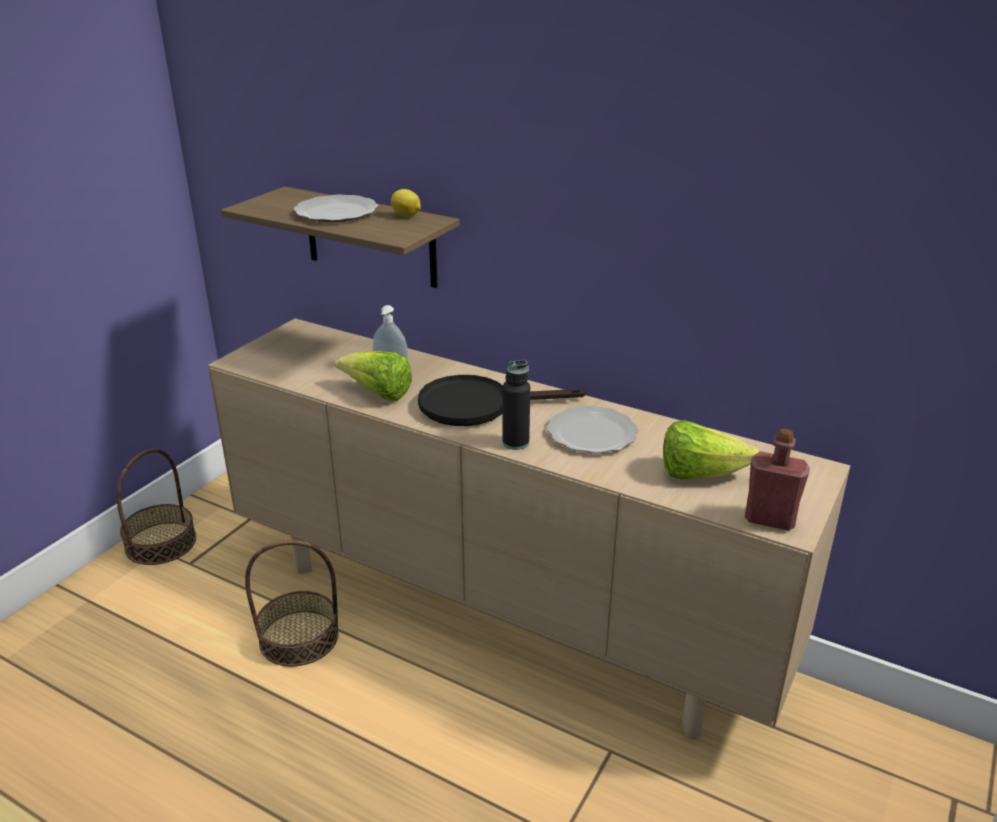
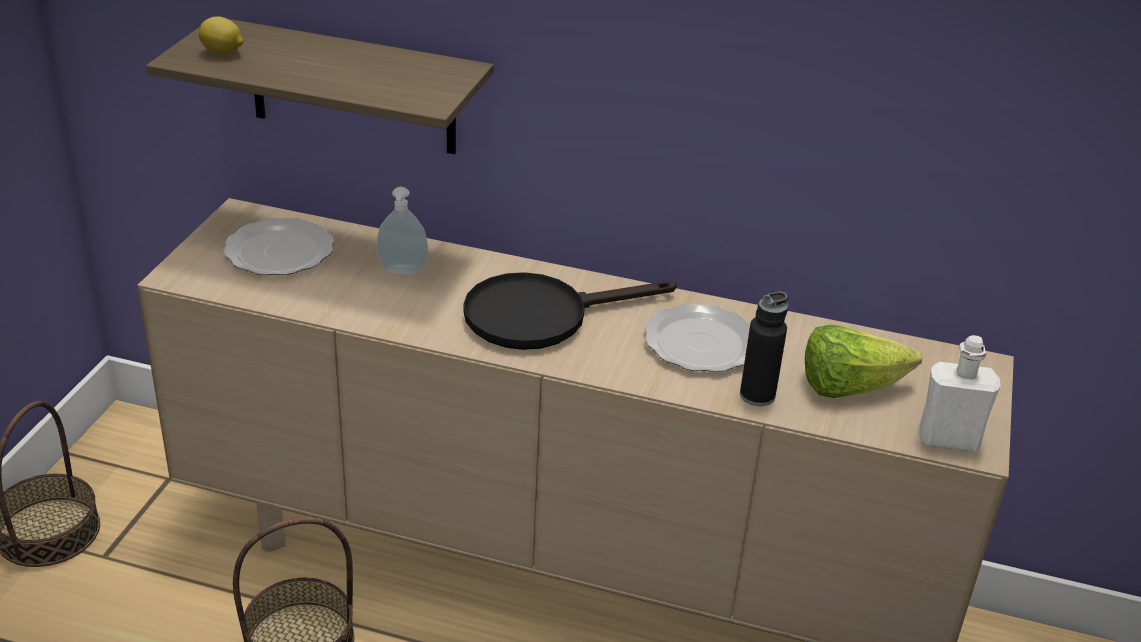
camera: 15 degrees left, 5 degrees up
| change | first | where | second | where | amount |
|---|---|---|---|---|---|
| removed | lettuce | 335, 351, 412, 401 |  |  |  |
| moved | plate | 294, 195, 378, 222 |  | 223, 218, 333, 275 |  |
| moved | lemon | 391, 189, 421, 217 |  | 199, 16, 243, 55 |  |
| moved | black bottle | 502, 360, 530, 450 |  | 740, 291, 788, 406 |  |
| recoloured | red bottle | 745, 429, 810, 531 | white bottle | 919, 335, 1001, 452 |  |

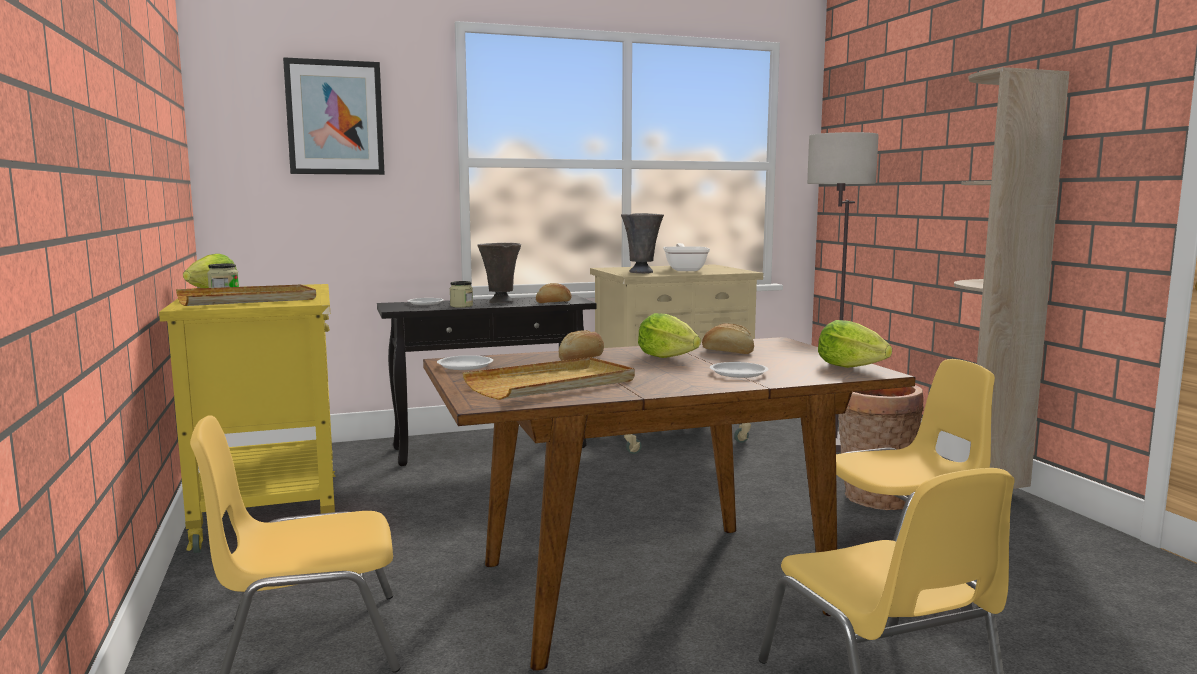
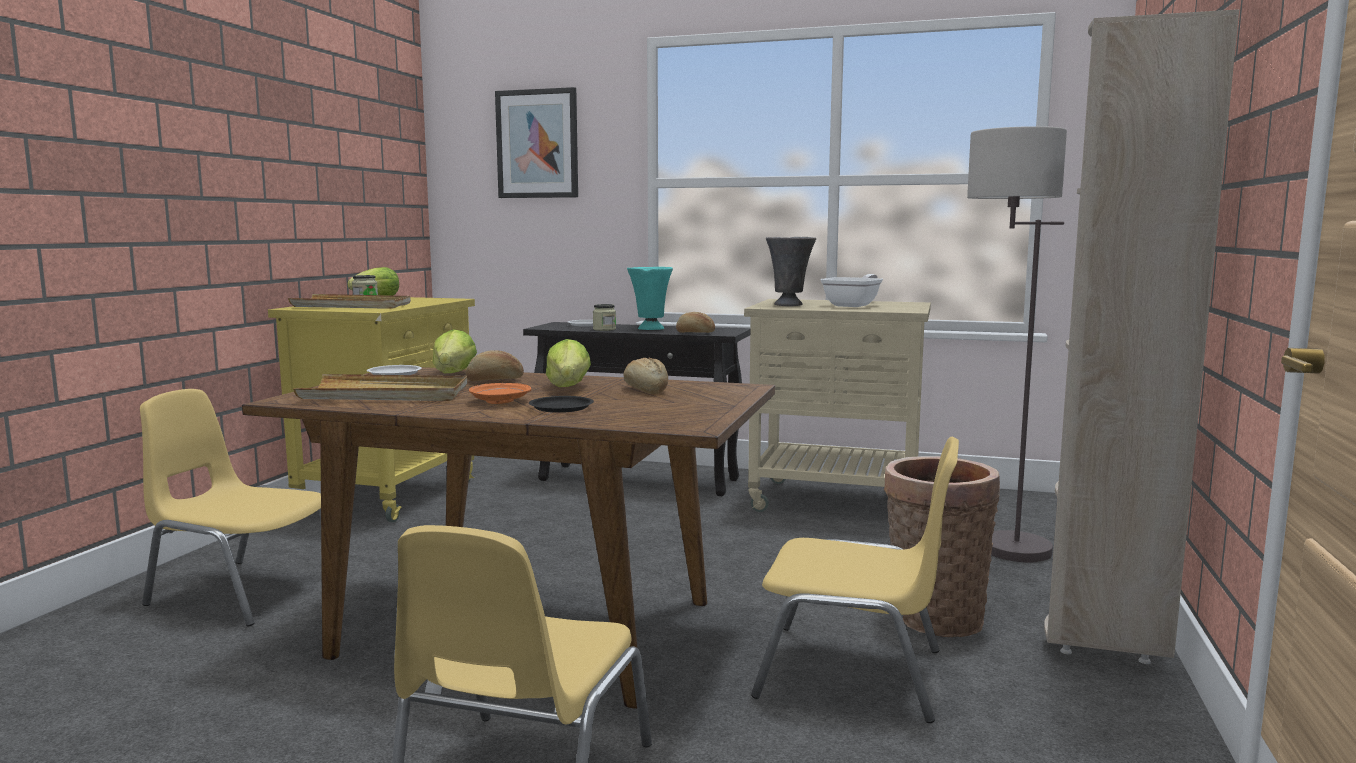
camera: 35 degrees right, 0 degrees up
| change | first | where | second | where | amount |
|---|---|---|---|---|---|
| added |  |  | orange plate | 469, 383, 531, 404 |  |
| moved | lettuce | 818, 320, 892, 368 |  | 433, 329, 477, 373 |  |
| recoloured | grey vase | 477, 243, 521, 304 | turquoise vase | 627, 267, 673, 330 |  |
| recoloured | white plate | 710, 362, 769, 378 | black plate | 529, 396, 594, 413 |  |

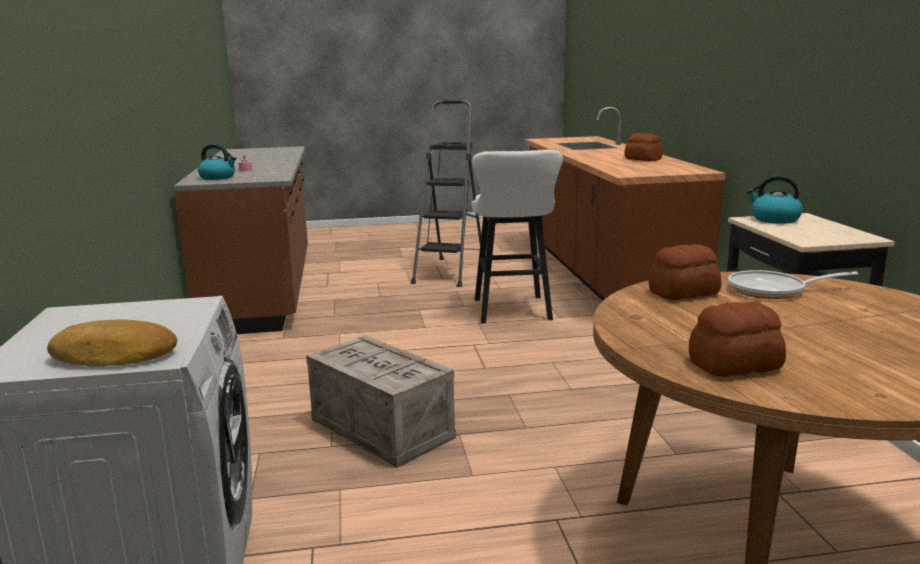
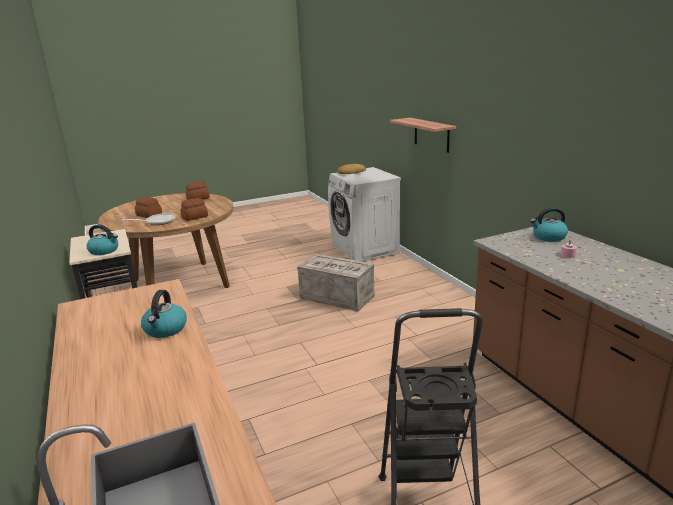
camera: 165 degrees right, 5 degrees up
| change | first | where | second | where | amount |
|---|---|---|---|---|---|
| removed | white stool | 471, 149, 563, 323 |  |  |  |
| added |  |  | kettle | 141, 290, 187, 338 |  |
| added |  |  | shelf | 390, 118, 456, 153 |  |
| moved | bread | 624, 133, 662, 161 |  | 135, 197, 162, 218 |  |

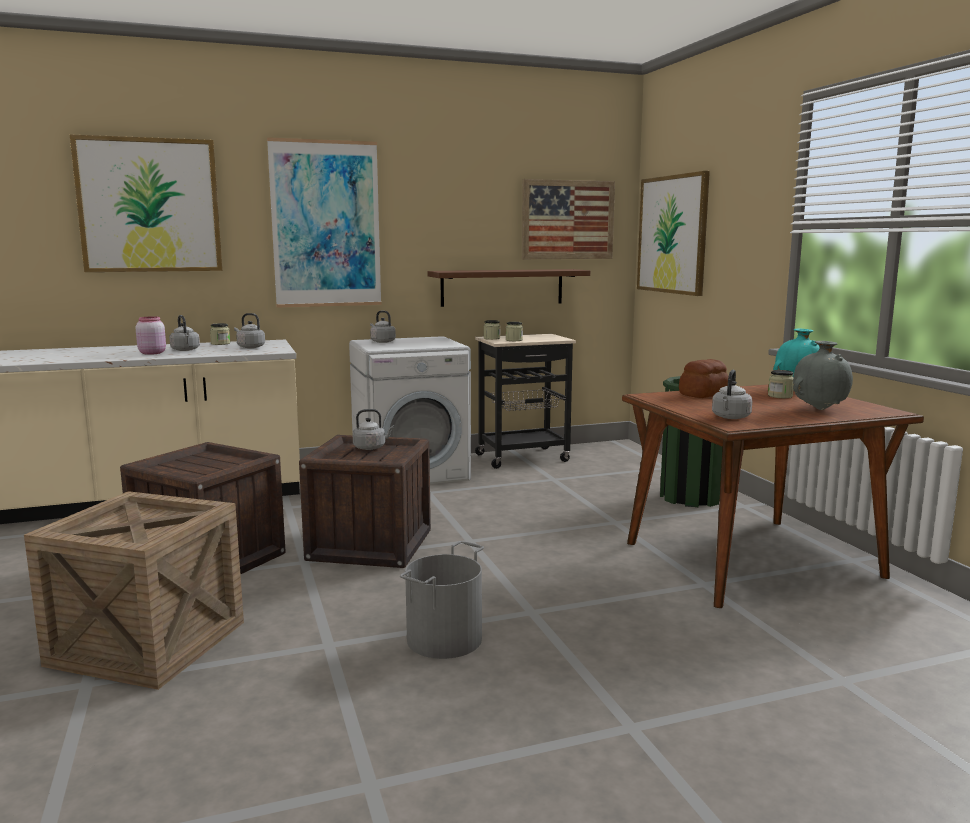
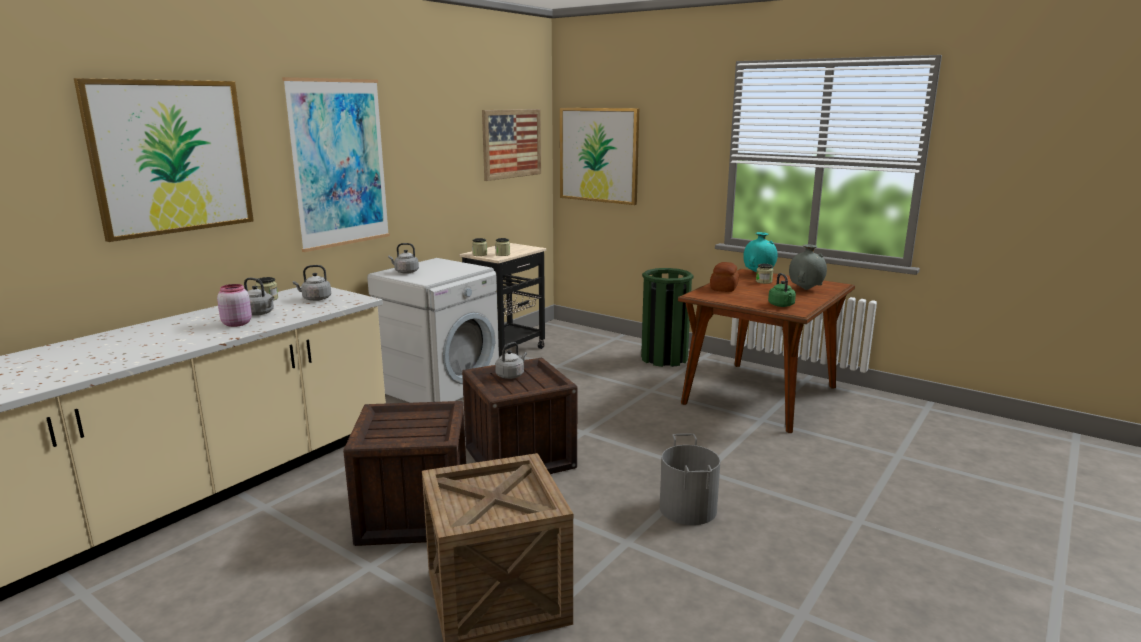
camera: 35 degrees left, 5 degrees up
| change | first | where | second | where | amount |
|---|---|---|---|---|---|
| removed | brown shelf | 428, 269, 590, 307 |  |  |  |
| recoloured | grey kettle | 712, 370, 752, 419 | green kettle | 768, 273, 796, 307 |  |

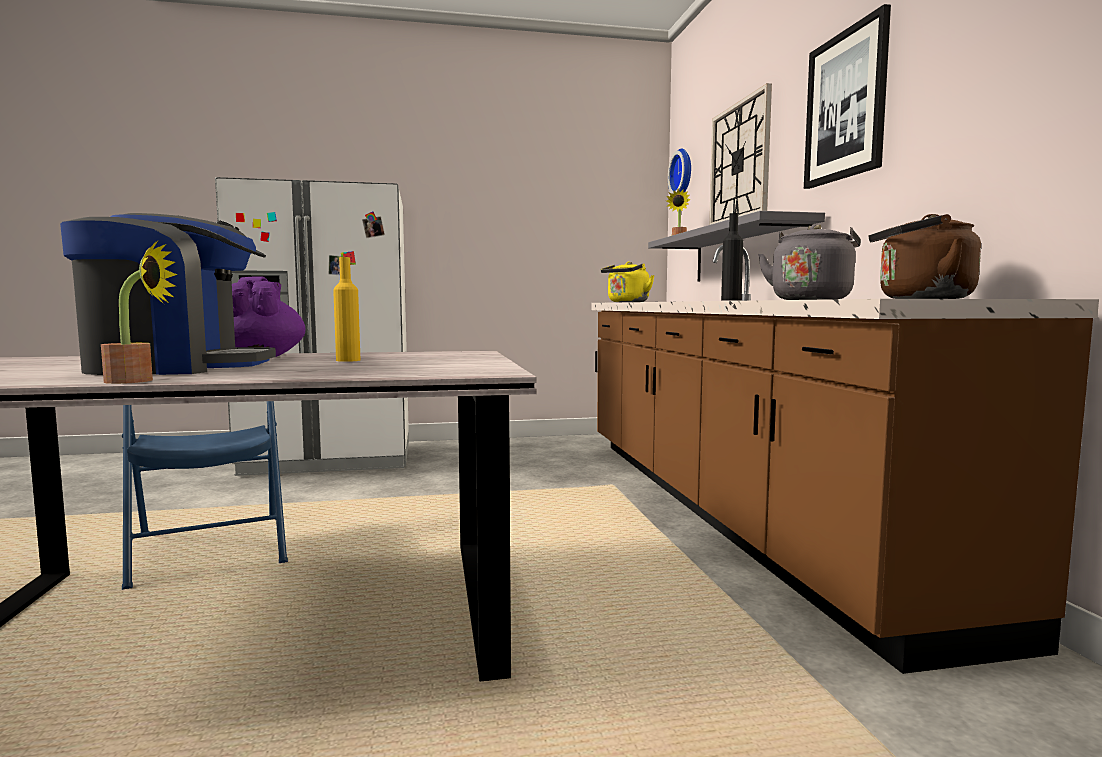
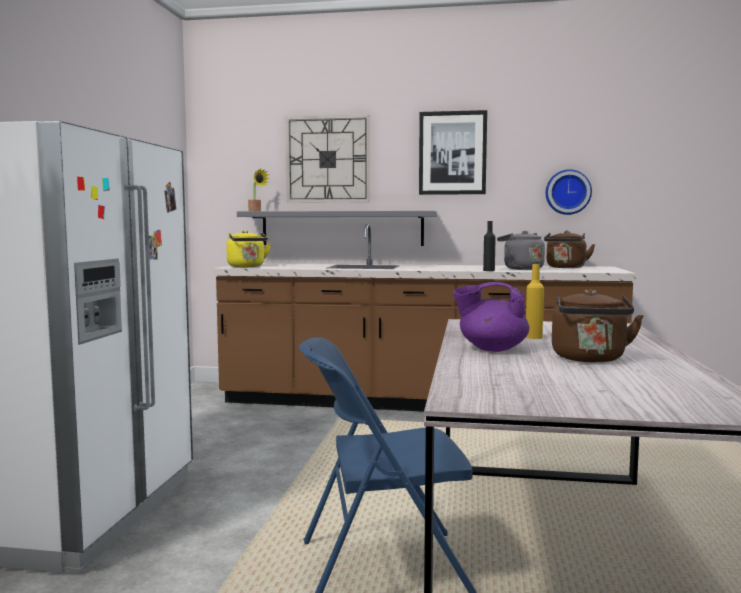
camera: 70 degrees left, 0 degrees up
| change | first | where | second | where | amount |
|---|---|---|---|---|---|
| removed | potted plant | 101, 240, 178, 384 |  |  |  |
| moved | wall clock | 668, 148, 691, 194 |  | 546, 169, 592, 215 |  |
| replaced | coffee machine | 60, 213, 276, 375 | brown kettle | 552, 289, 644, 363 |  |

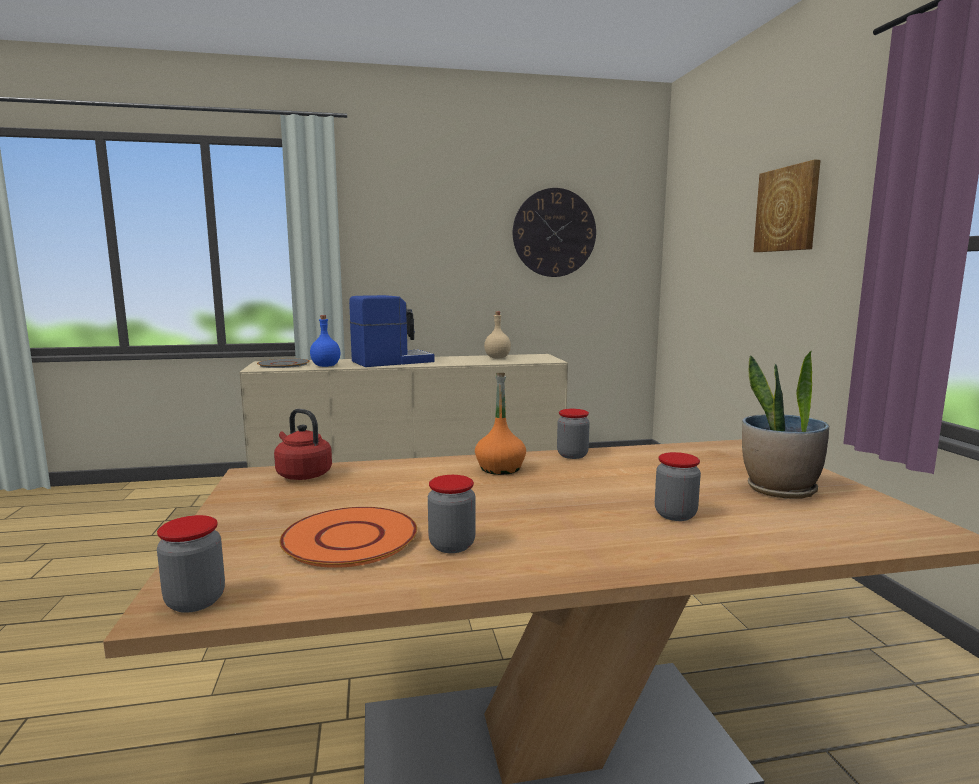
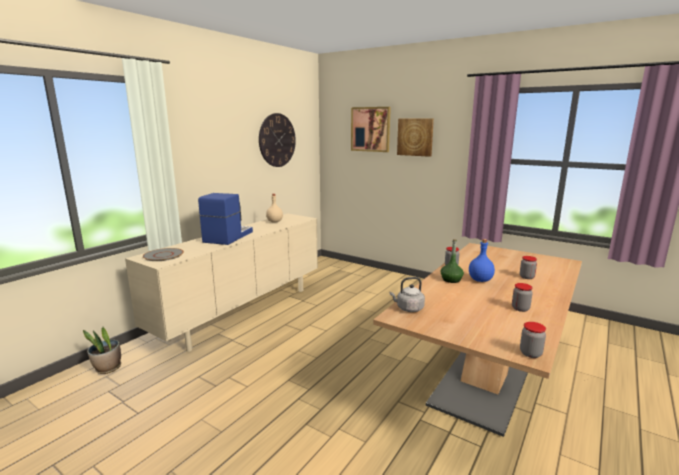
camera: 45 degrees left, 5 degrees up
| change | first | where | second | where | amount |
|---|---|---|---|---|---|
| removed | orange plate | 280, 507, 417, 568 |  |  |  |
| added |  |  | picture | 351, 107, 391, 152 |  |
| moved | blue bottle | 310, 315, 340, 367 |  | 469, 239, 495, 282 |  |
| moved | potted plant | 742, 350, 829, 499 |  | 83, 327, 121, 374 |  |
| recoloured | red kettle | 274, 409, 332, 480 | grey kettle | 390, 277, 425, 312 |  |
| recoloured | orange bottle | 475, 373, 526, 475 | green bottle | 441, 239, 464, 283 |  |

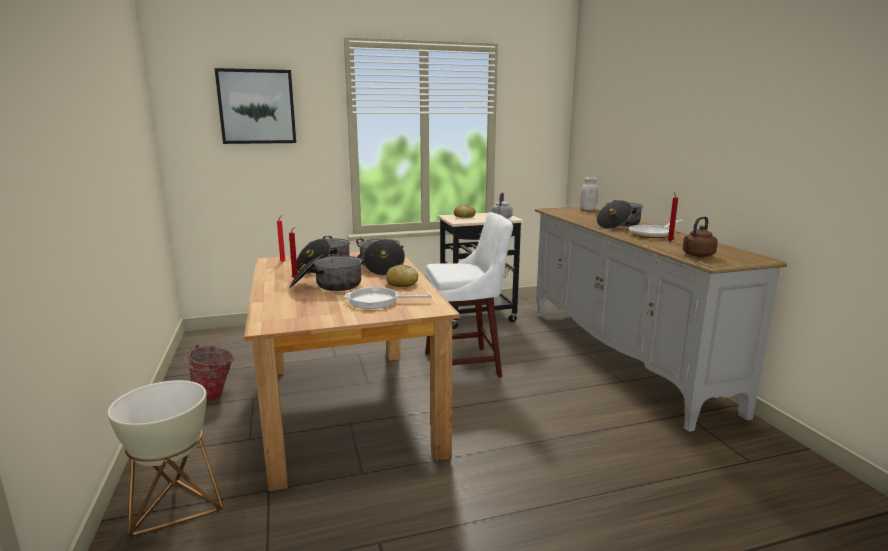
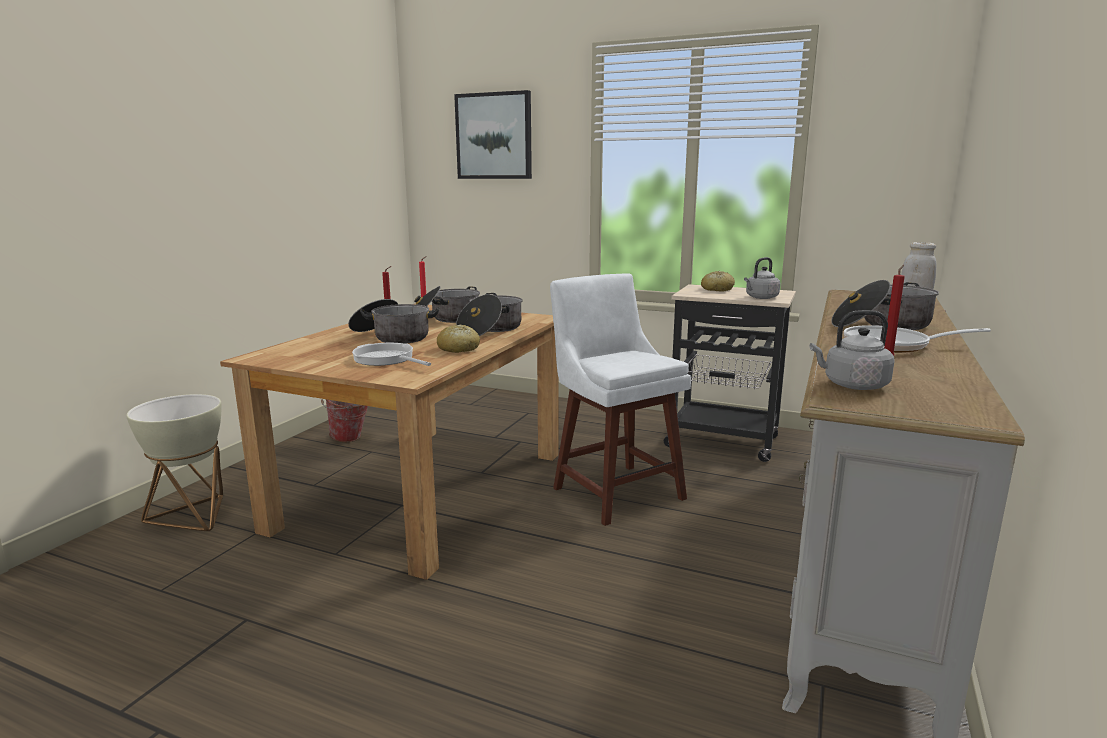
camera: 40 degrees right, 0 degrees up
| change | first | where | second | where | amount |
|---|---|---|---|---|---|
| recoloured | brown kettle | 682, 216, 718, 257 | grey kettle | 810, 310, 895, 390 |  |
| turned | white chair | 425, 212, 513, 377 |  | 550, 273, 691, 526 | 150 degrees counterclockwise |

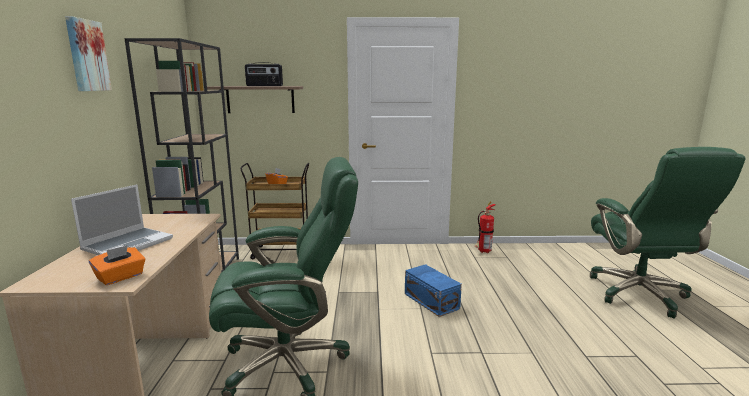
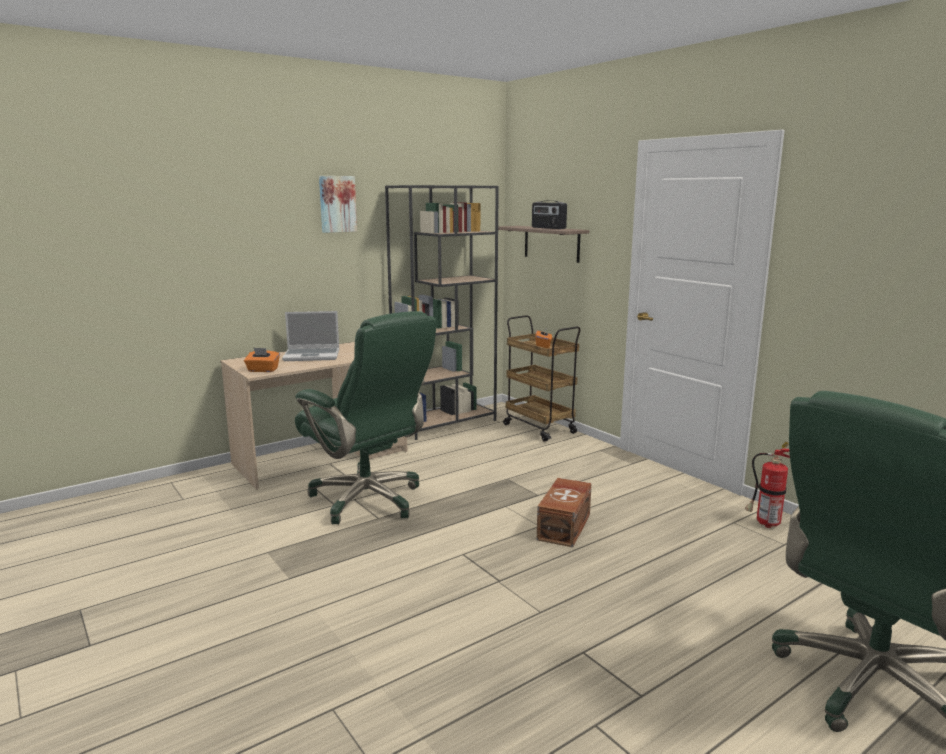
camera: 55 degrees right, 0 degrees up
| change | first | where | second | where | amount |
|---|---|---|---|---|---|
| recoloured | blue storage box | 405, 264, 462, 317 | brown storage box | 537, 478, 591, 547 |  |

